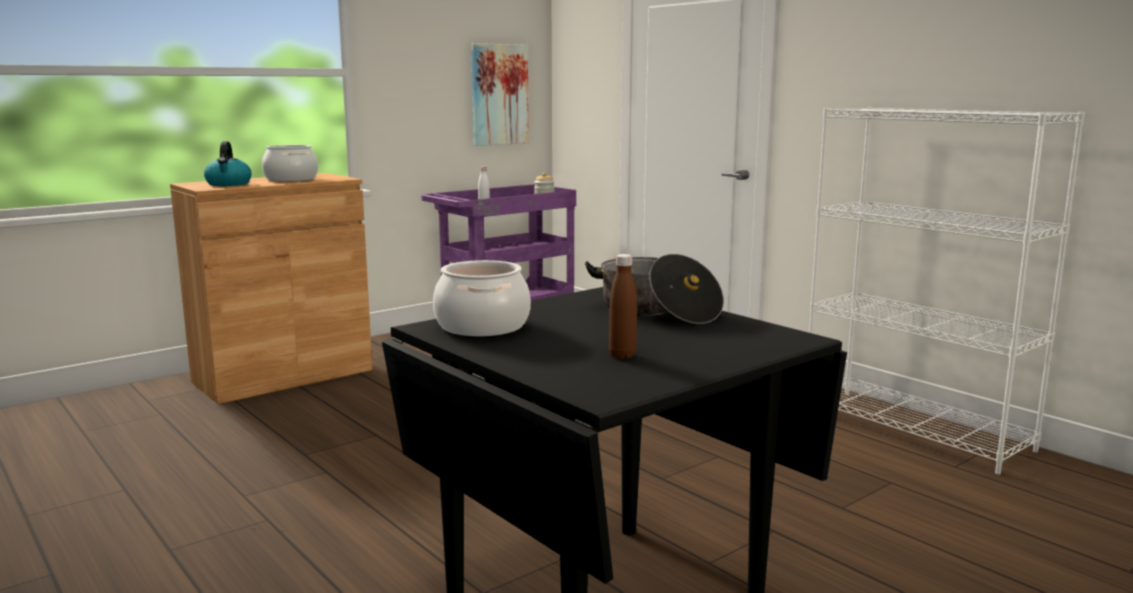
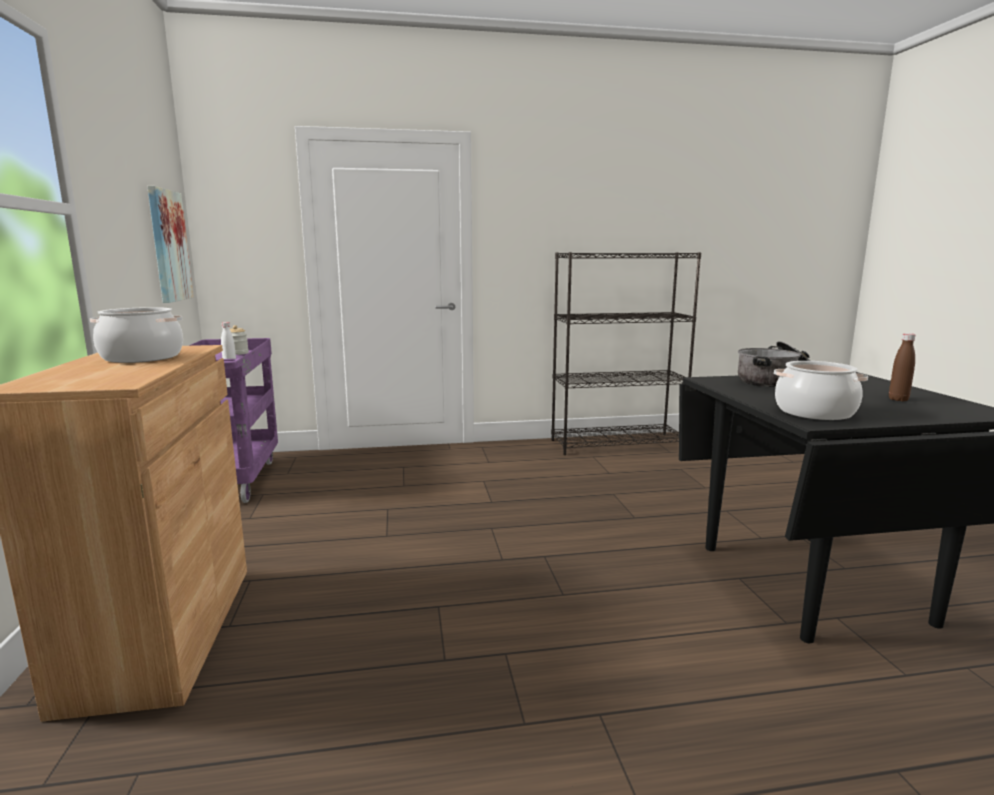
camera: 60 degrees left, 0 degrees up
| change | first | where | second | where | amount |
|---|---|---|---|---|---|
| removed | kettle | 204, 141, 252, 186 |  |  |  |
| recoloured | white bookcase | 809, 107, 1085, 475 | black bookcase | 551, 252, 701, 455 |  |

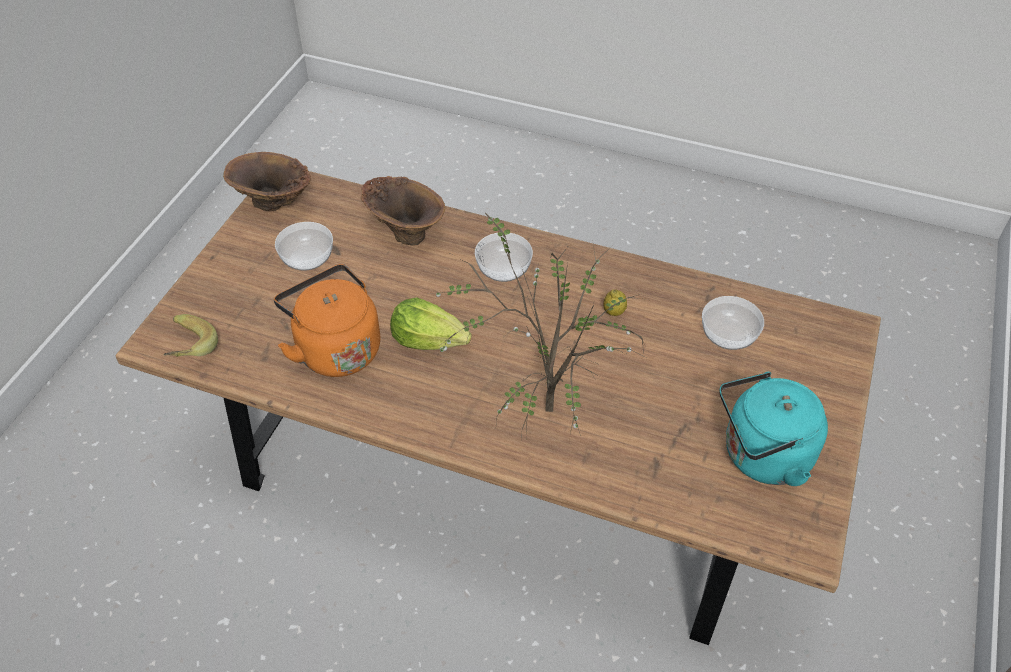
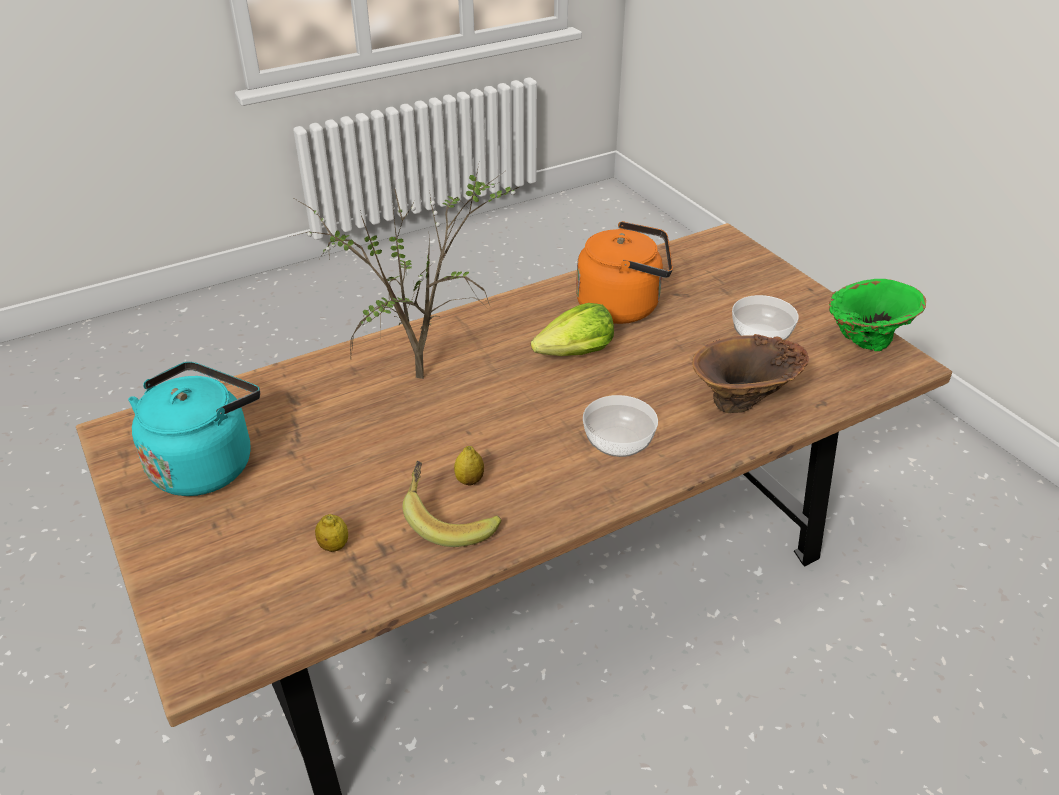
camera: 130 degrees right, 10 degrees down
| change | first | where | second | where | amount |
|---|---|---|---|---|---|
| moved | banana | 164, 314, 218, 357 |  | 402, 461, 502, 547 |  |
| replaced | bowl | 702, 296, 764, 350 | lemon | 315, 514, 348, 552 |  |
| recoloured | brown vase | 223, 152, 311, 211 | green vase | 829, 279, 926, 351 |  |

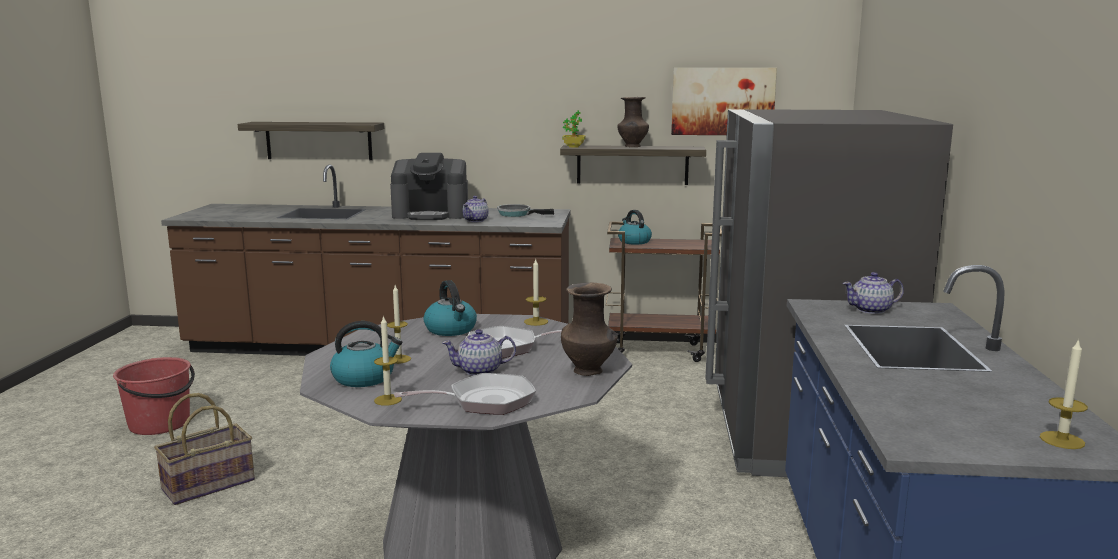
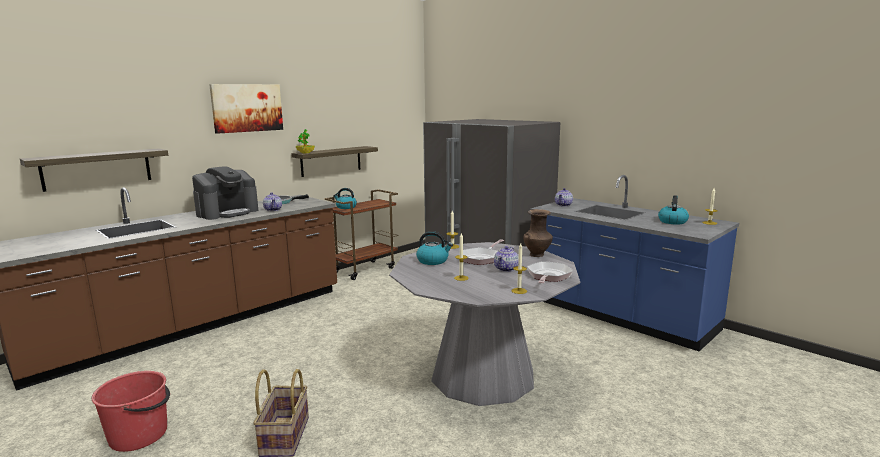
camera: 50 degrees left, 0 degrees up
| change | first | where | second | where | amount |
|---|---|---|---|---|---|
| removed | brown vase | 617, 97, 649, 147 |  |  |  |
| moved | kettle | 330, 321, 402, 387 |  | 658, 195, 689, 225 |  |
| moved | picture | 671, 68, 777, 135 |  | 209, 84, 283, 134 |  |

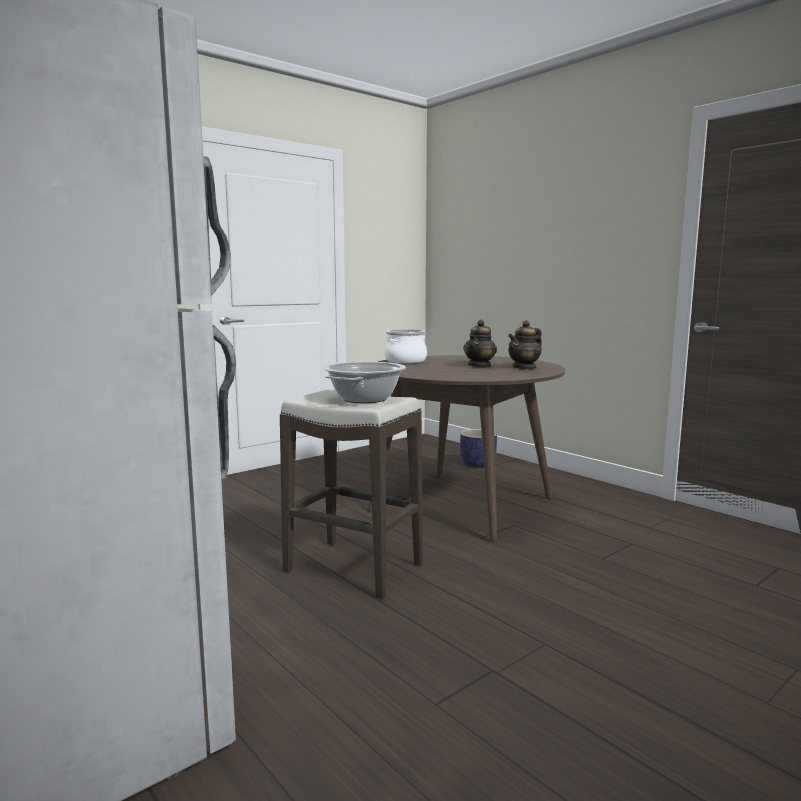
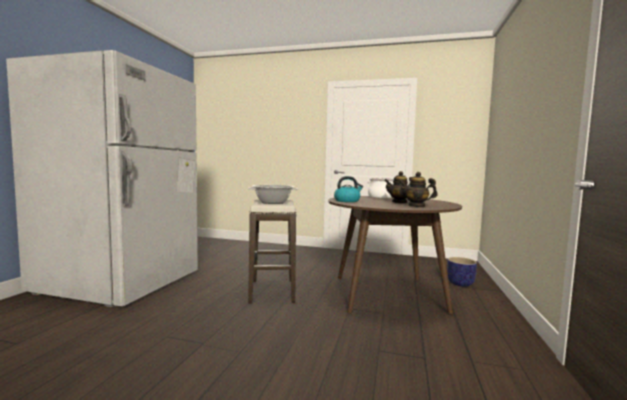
camera: 55 degrees right, 5 degrees down
| change | first | where | second | where | amount |
|---|---|---|---|---|---|
| added |  |  | kettle | 334, 176, 363, 202 |  |

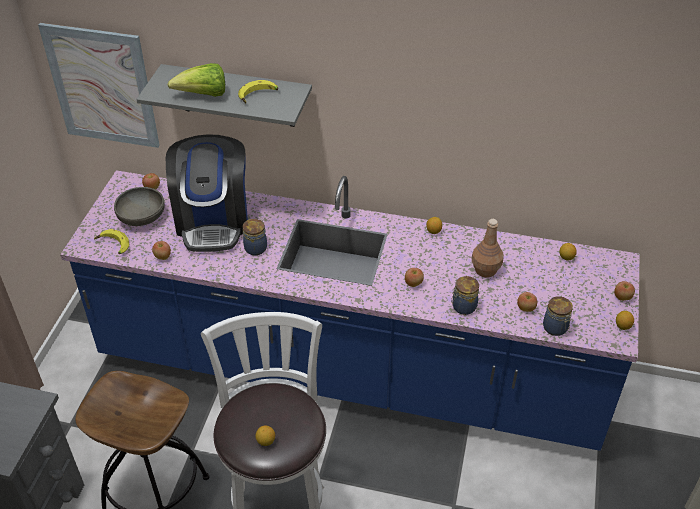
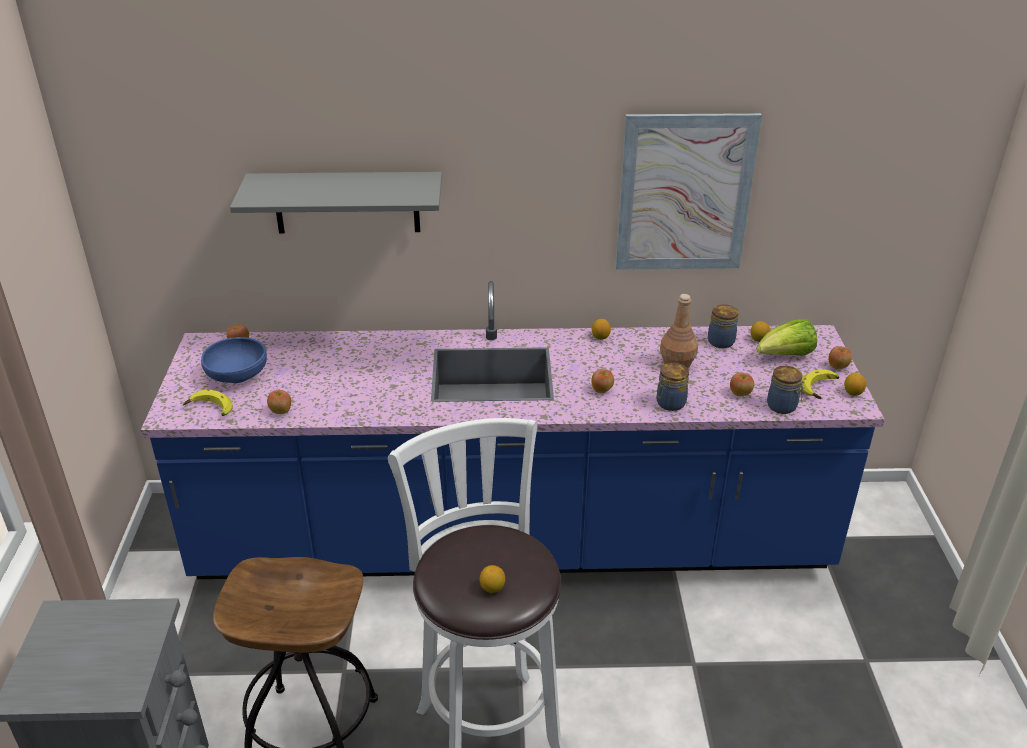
camera: 15 degrees left, 10 degrees down
| change | first | where | second | where | amount |
|---|---|---|---|---|---|
| removed | coffee machine | 166, 134, 248, 252 |  |  |  |
| moved | picture | 38, 23, 160, 148 |  | 615, 113, 762, 270 |  |
| moved | lettuce | 167, 63, 225, 97 |  | 757, 319, 817, 356 |  |
| moved | banana | 238, 80, 278, 103 |  | 800, 369, 839, 399 |  |
| moved | jar | 243, 219, 267, 255 |  | 708, 304, 739, 348 |  |
| recoloured | grey bowl | 114, 187, 165, 226 | blue bowl | 201, 337, 267, 383 |  |

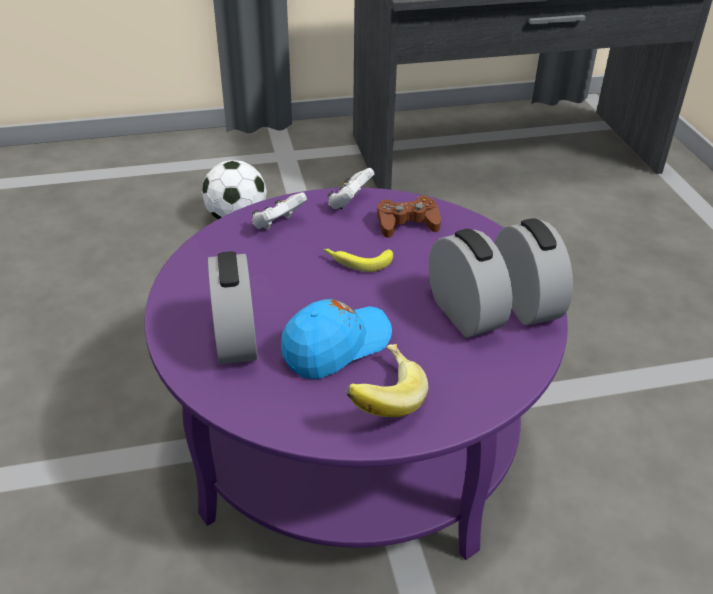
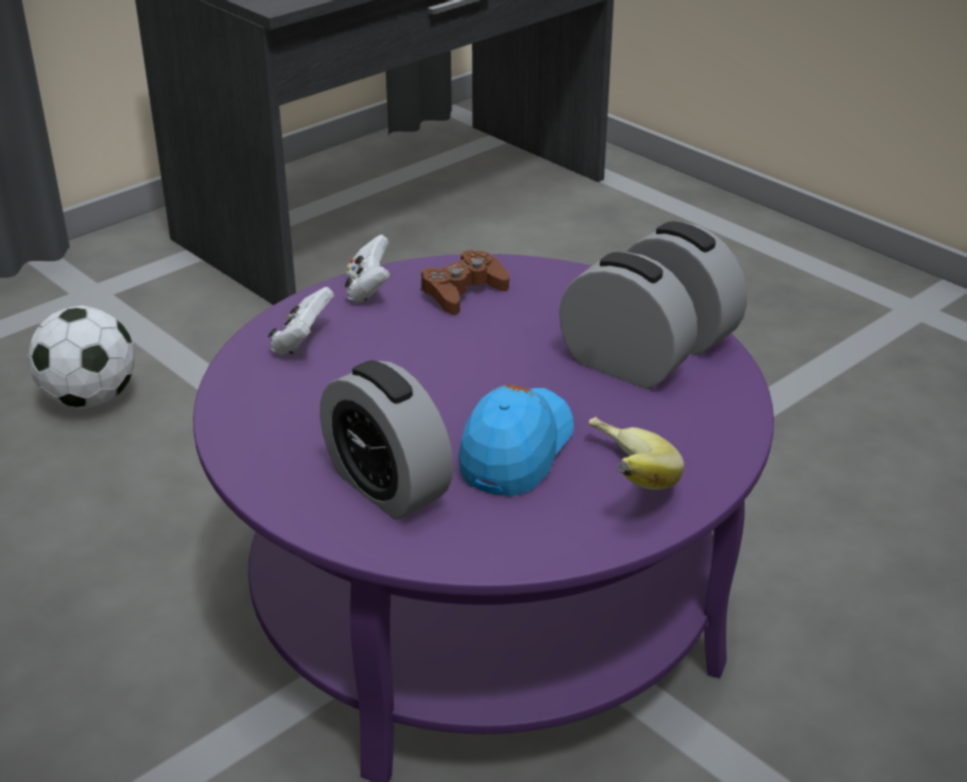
camera: 30 degrees left, 5 degrees down
| change | first | where | second | where | amount |
|---|---|---|---|---|---|
| removed | banana | 323, 248, 393, 272 |  |  |  |

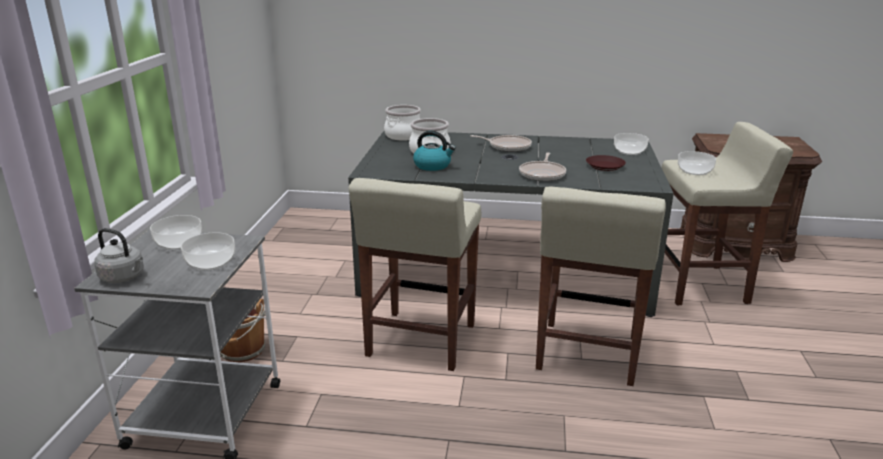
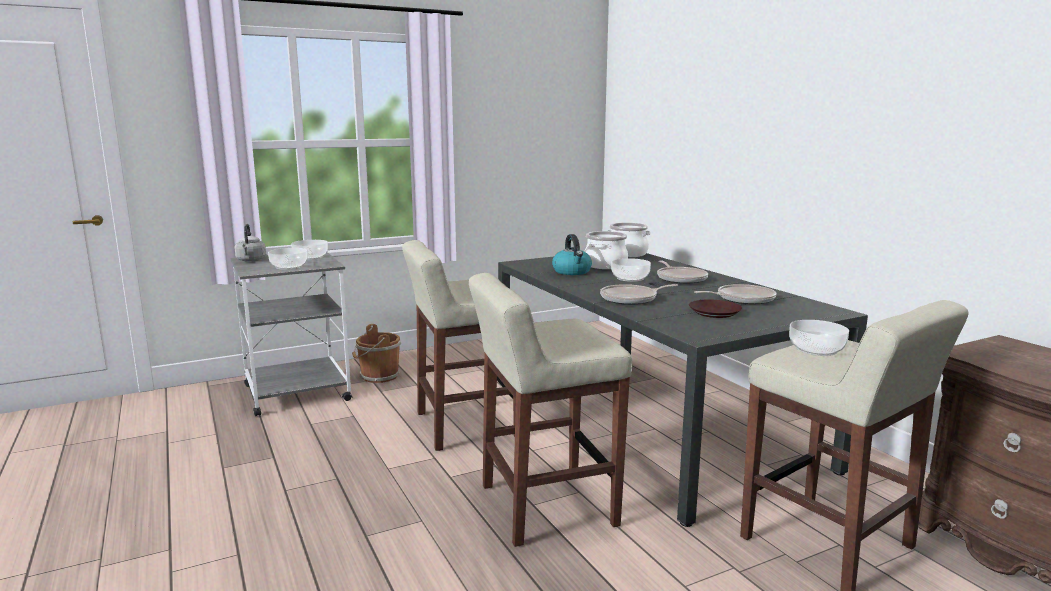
camera: 55 degrees right, 10 degrees down
| change | first | where | second | where | amount |
|---|---|---|---|---|---|
| added |  |  | frying pan | 694, 284, 777, 304 |  |
| moved | bowl | 614, 133, 649, 155 |  | 611, 258, 651, 282 |  |

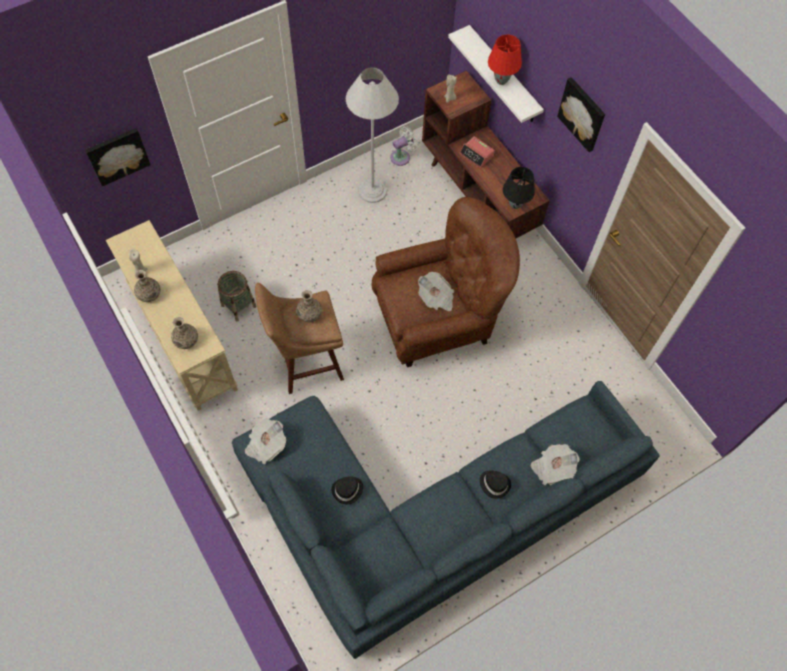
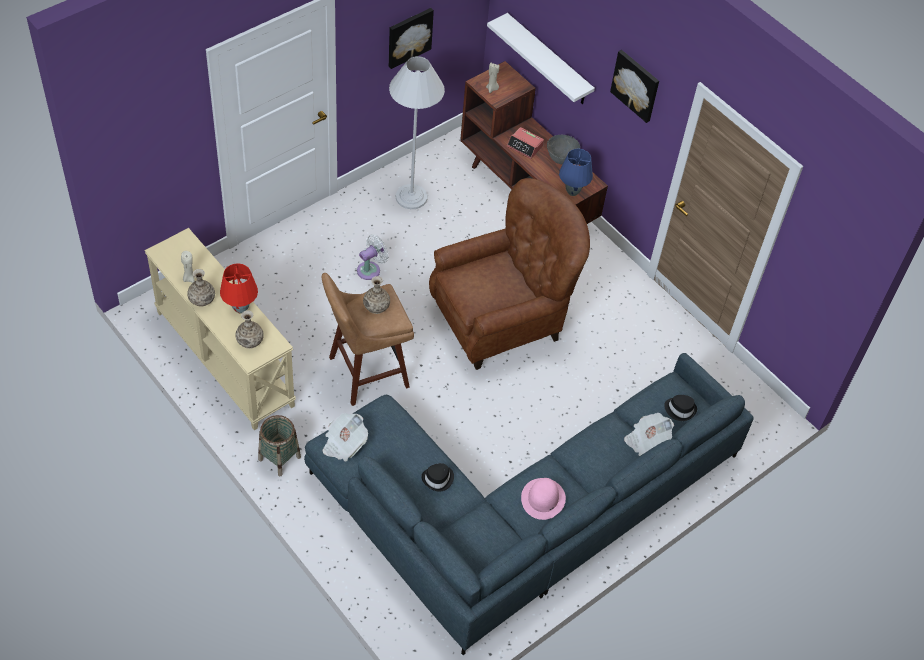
camera: 10 degrees left, 10 degrees down
| change | first | where | second | where | amount |
|---|---|---|---|---|---|
| removed | newspaper | 418, 272, 454, 311 |  |  |  |
| added |  |  | pink hat | 521, 478, 566, 520 |  |
| added |  |  | grey bowl | 547, 135, 580, 164 |  |
| moved | picture | 85, 128, 151, 186 |  | 389, 8, 434, 69 |  |
| moved | basket | 217, 271, 256, 321 |  | 258, 415, 301, 477 |  |
| moved | white fan | 390, 126, 417, 166 |  | 357, 234, 389, 280 |  |
| moved | black hat | 480, 470, 511, 499 |  | 664, 395, 697, 421 |  |
| moved | red table lamp | 488, 35, 522, 85 |  | 220, 263, 258, 314 |  |
| recoloured | black table lamp | 503, 167, 535, 209 | blue table lamp | 559, 149, 593, 196 |  |

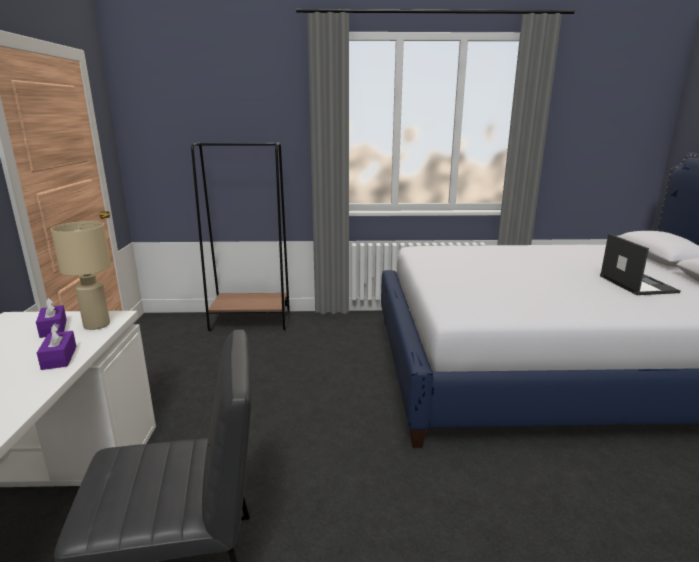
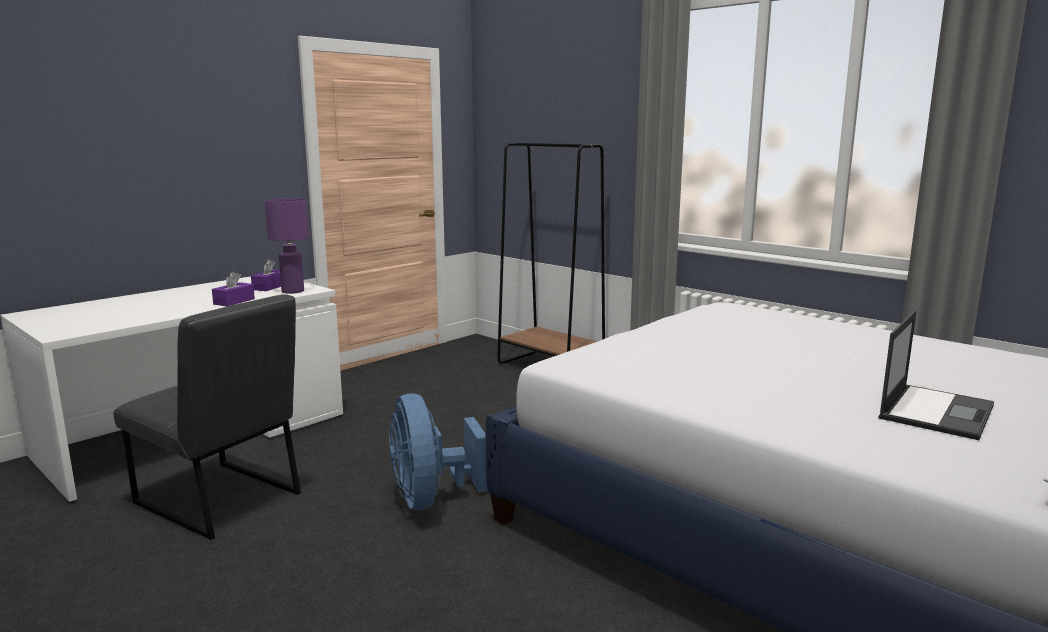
camera: 45 degrees right, 5 degrees down
| change | first | where | second | where | amount |
|---|---|---|---|---|---|
| added |  |  | blue fan | 389, 393, 488, 510 |  |
| recoloured | beige table lamp | 51, 221, 111, 330 | purple table lamp | 264, 198, 309, 294 |  |

